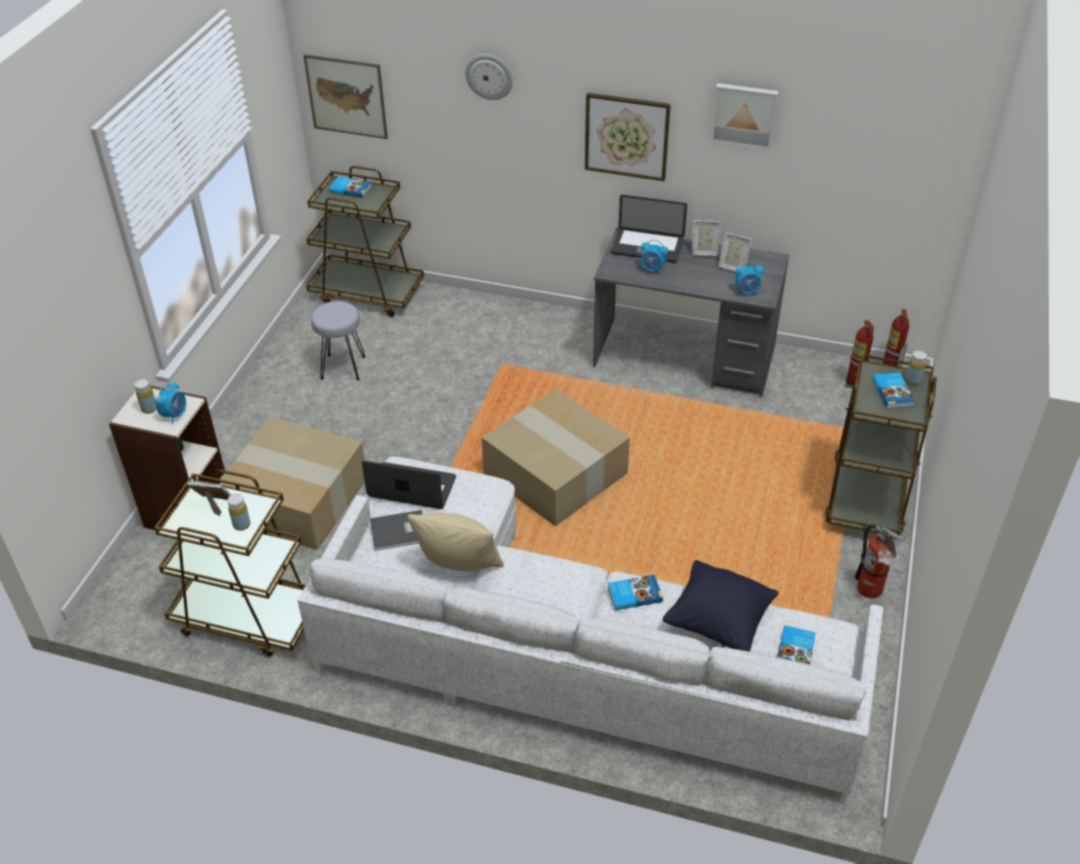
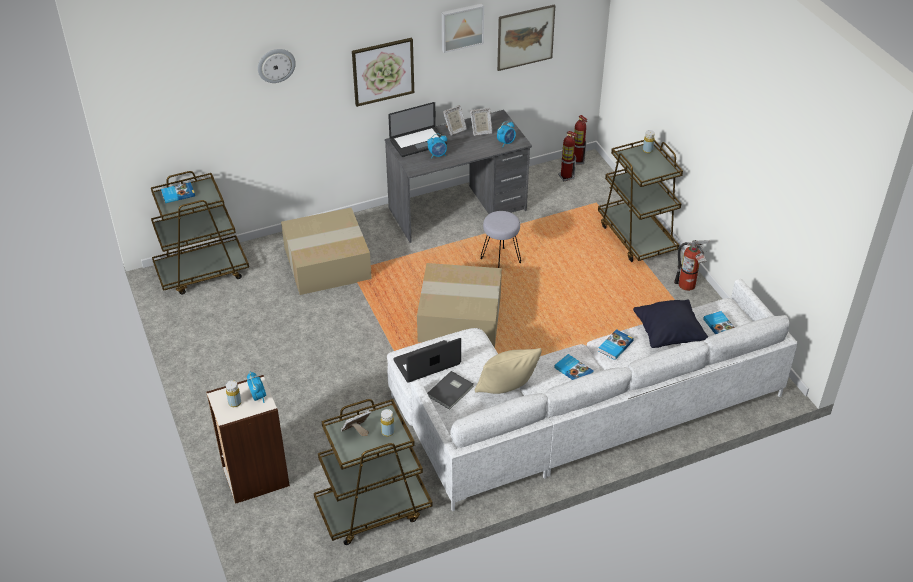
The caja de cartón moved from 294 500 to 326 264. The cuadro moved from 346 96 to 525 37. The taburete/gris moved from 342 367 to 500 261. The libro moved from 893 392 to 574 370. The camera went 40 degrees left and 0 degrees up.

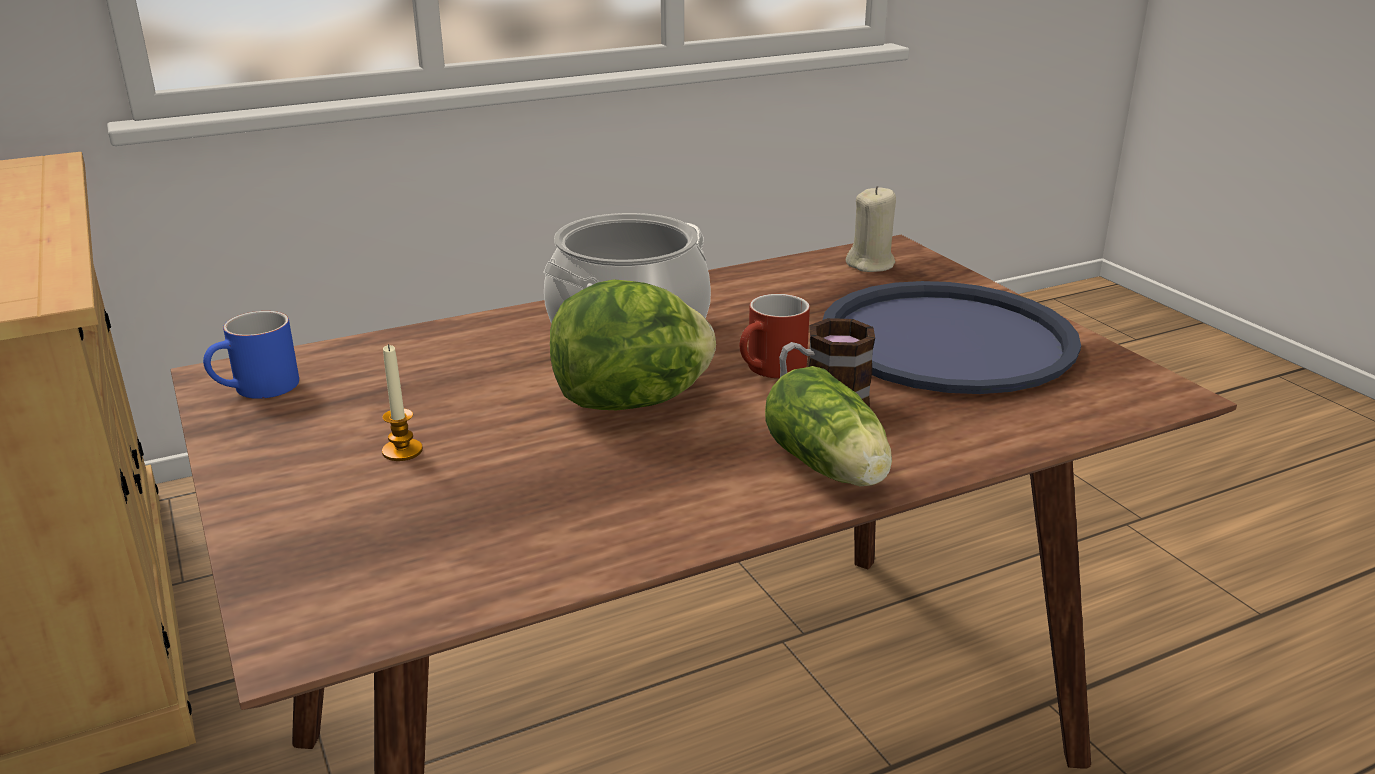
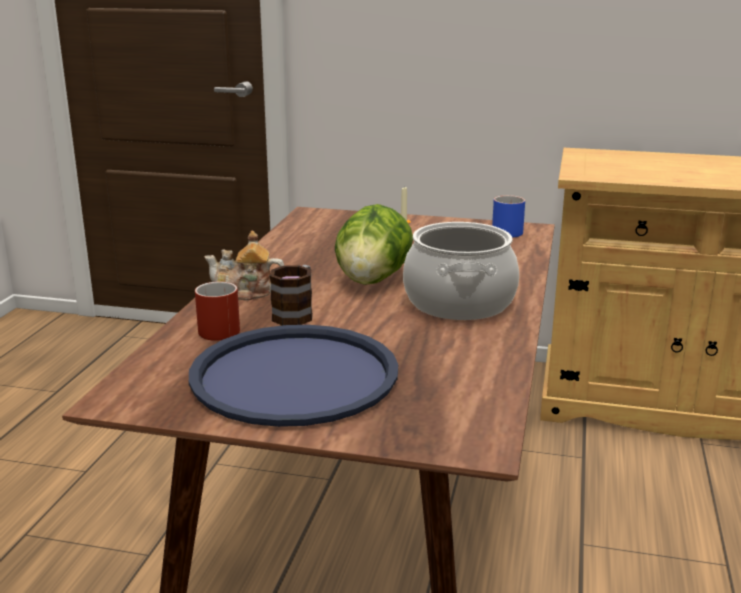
The taza grande/rojo moved from 770 370 to 218 328. The lechuga at 829 469 was replaced by the tetera at 245 292. The vela/beis at 871 264 disappeared. The camera went 130 degrees right and 5 degrees down.

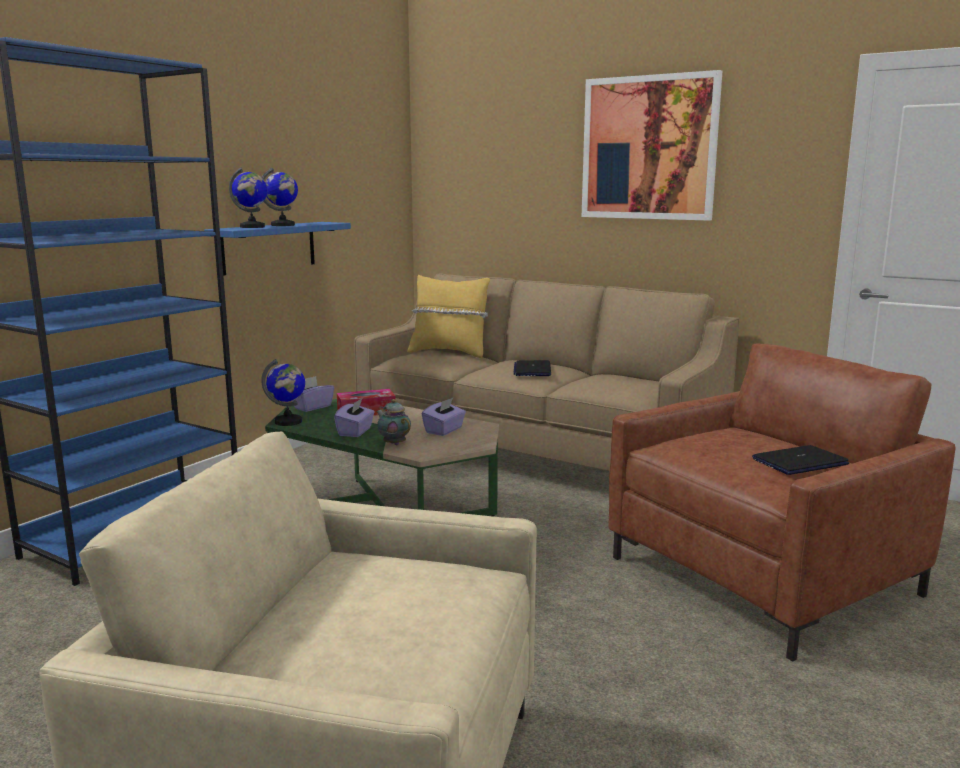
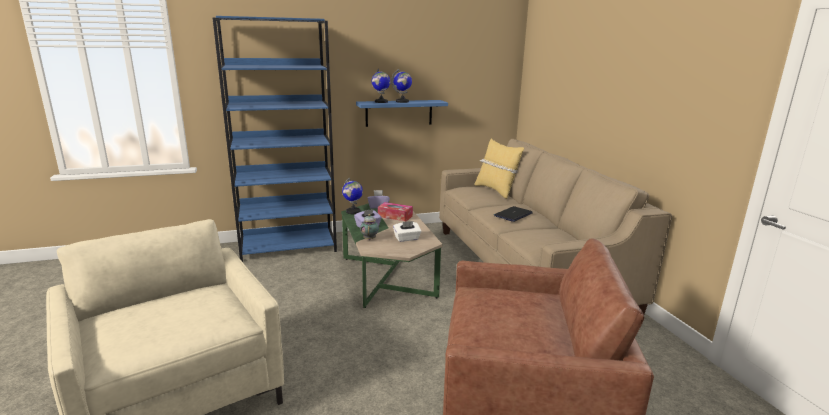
The caja de pañuelos/morado at 444 430 became the caja de pañuelos/blanco at 407 239. The cuadro at 648 148 disappeared. The portátil at 799 462 disappeared. The camera went 40 degrees right and 5 degrees up.

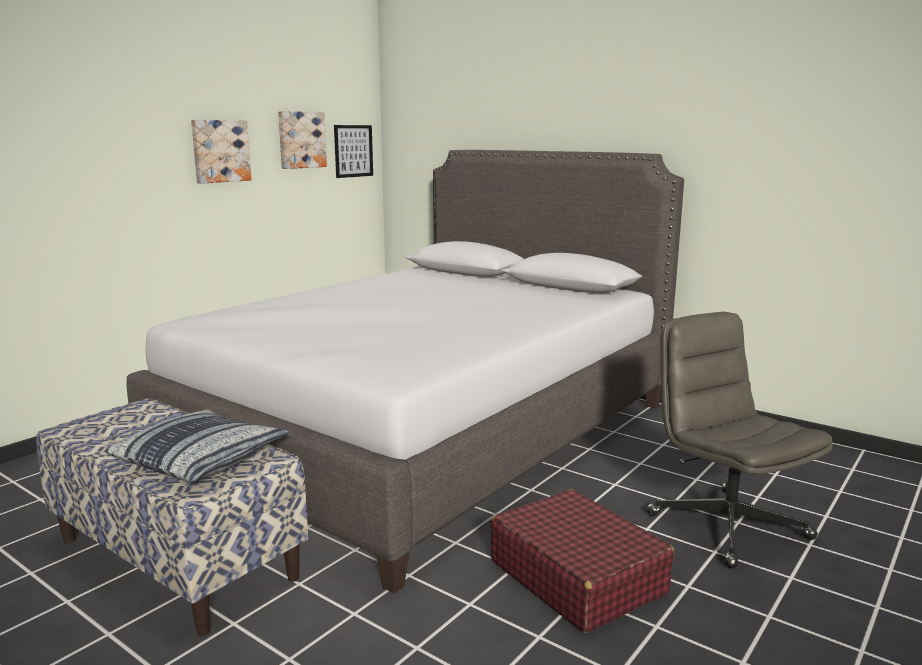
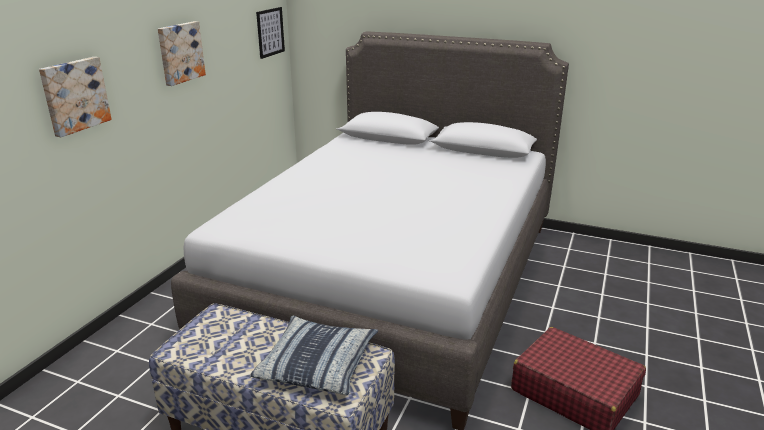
The cuadro moved from 301 140 to 74 95. The silla de oficina/gris at 726 525 disappeared. The camera went 15 degrees left and 10 degrees up.

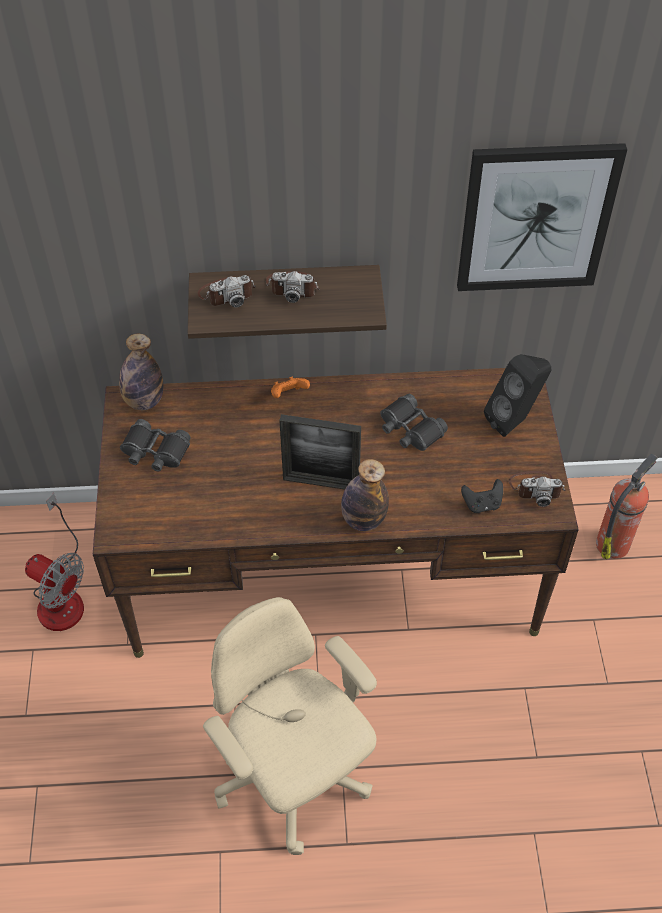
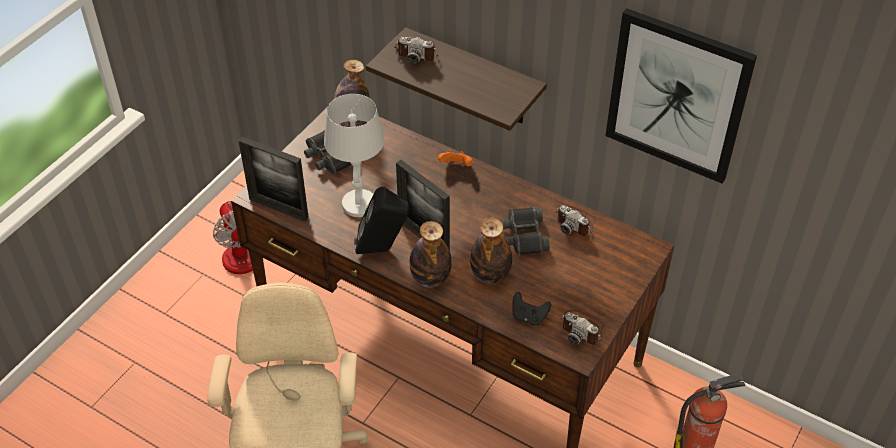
The cámara moved from 292 287 to 576 222. The altavoz/negro moved from 514 420 to 383 249. The portarretratos at 278 208 appeared. The lámpara de mesa/blanco at 359 204 appeared. The botella at 490 275 appeared. The camera went 35 degrees right and 5 degrees down.

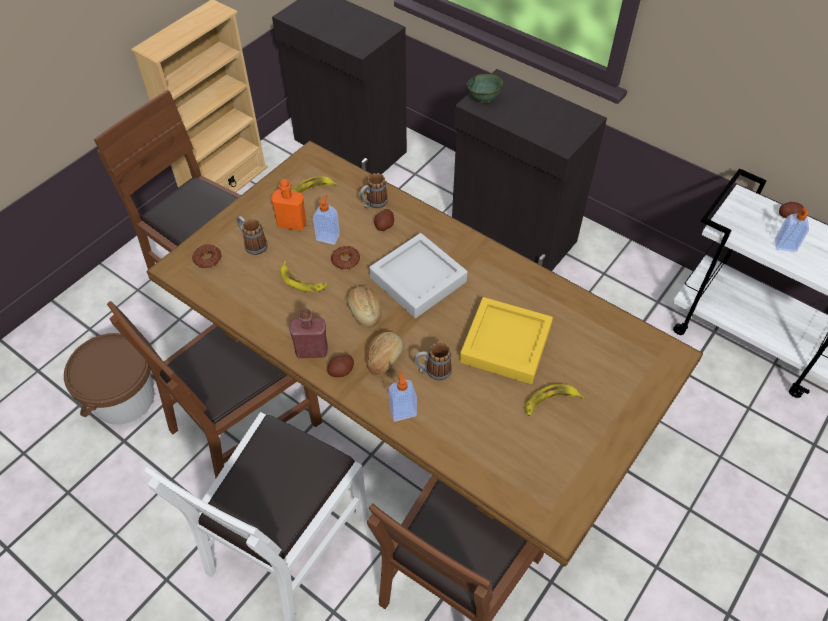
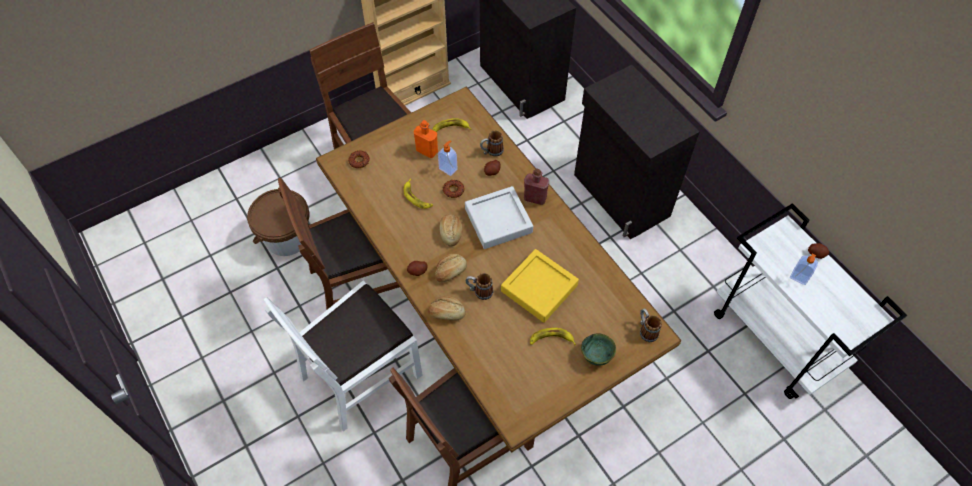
The taza grande moved from 252 244 to 646 330. The botella/rojo moved from 311 351 to 535 198. The dispensador de jabón at 402 411 was replaced by the pan at 447 313. The cuenco/verde moved from 483 99 to 596 357. The camera went 20 degrees right and 5 degrees up.

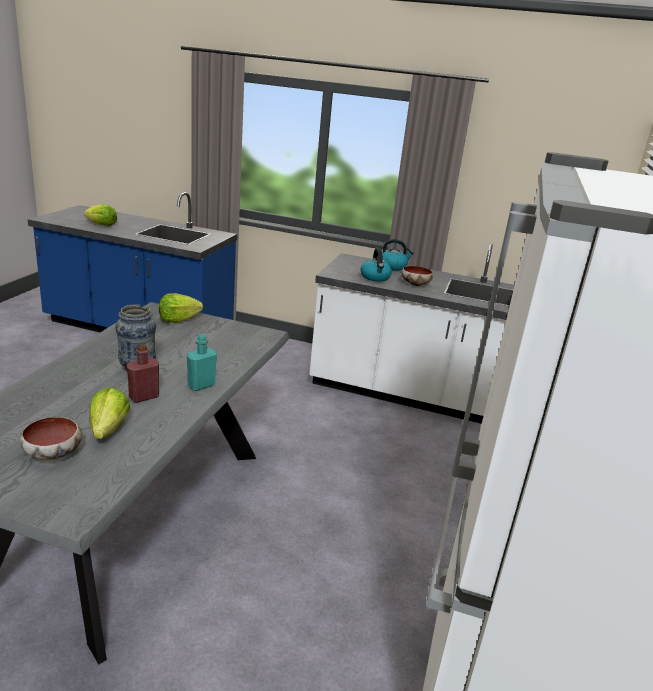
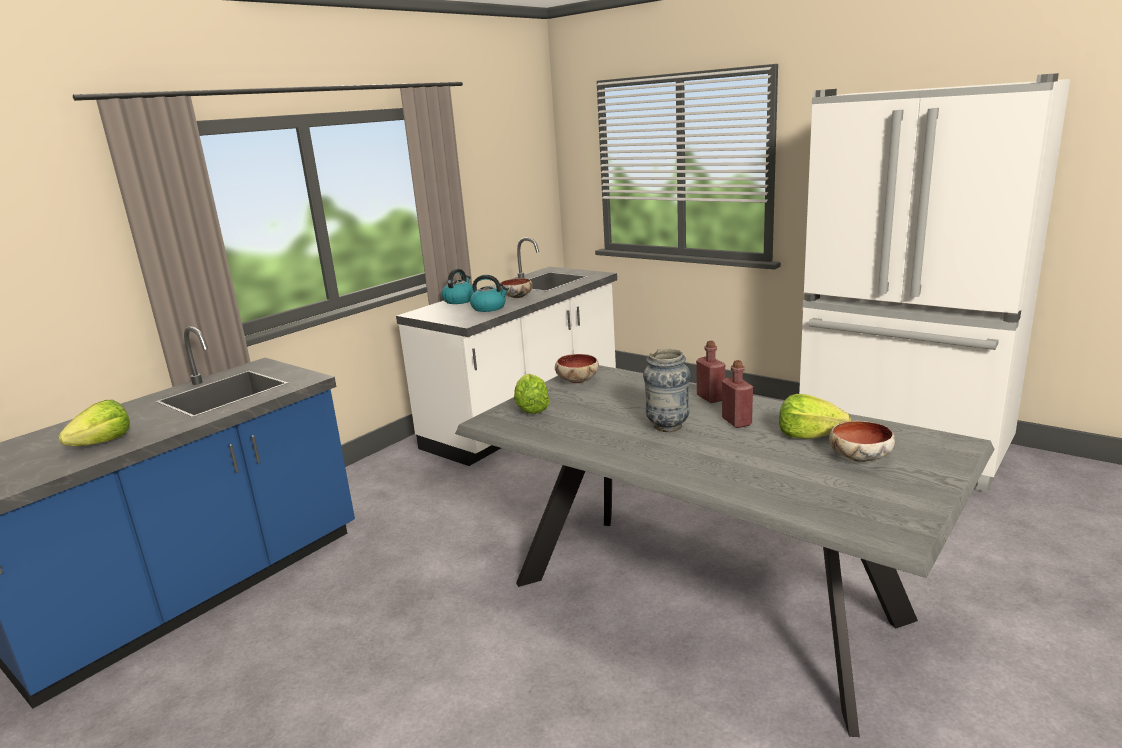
The botella/turquesa at 201 385 became the botella/rojo at 710 398. The cuenco at 577 380 appeared. The camera went 65 degrees left and 5 degrees down.

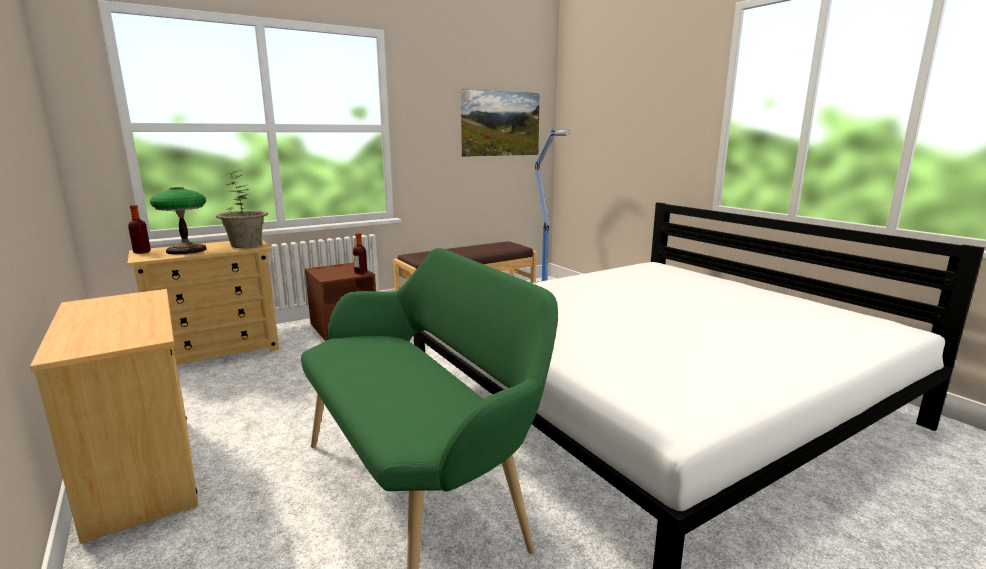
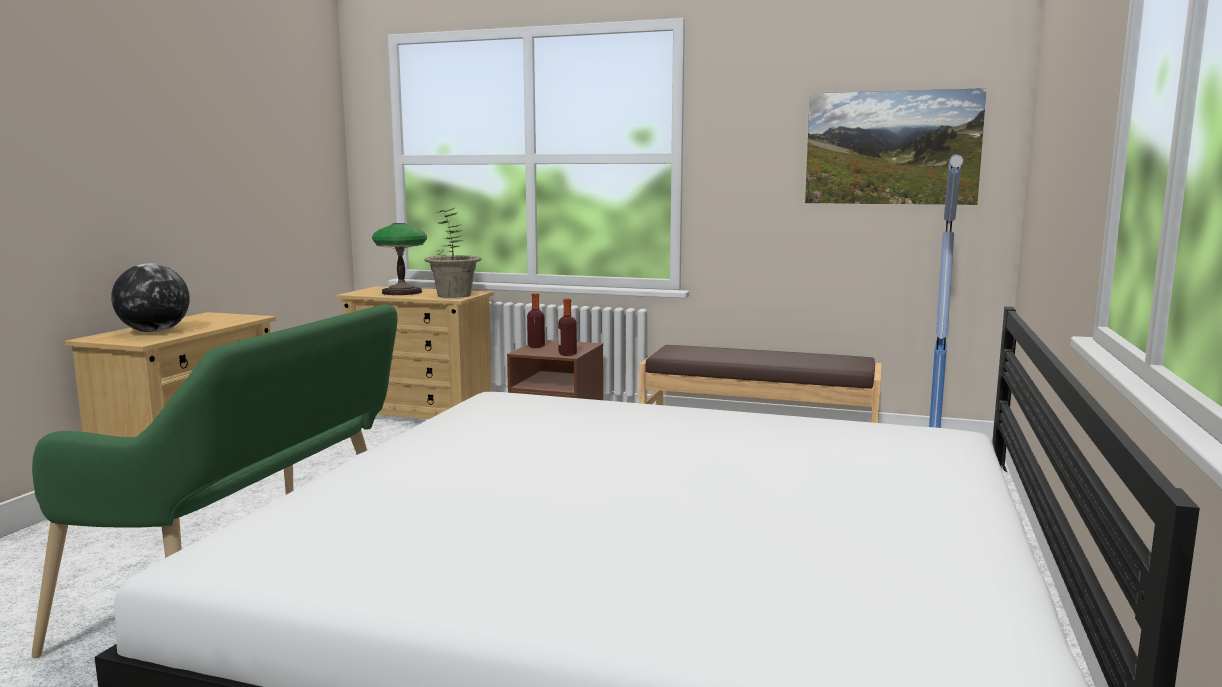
The botella moved from 142 252 to 536 346. The globo terráqueo at 154 332 appeared. The camera went 50 degrees right and 5 degrees down.

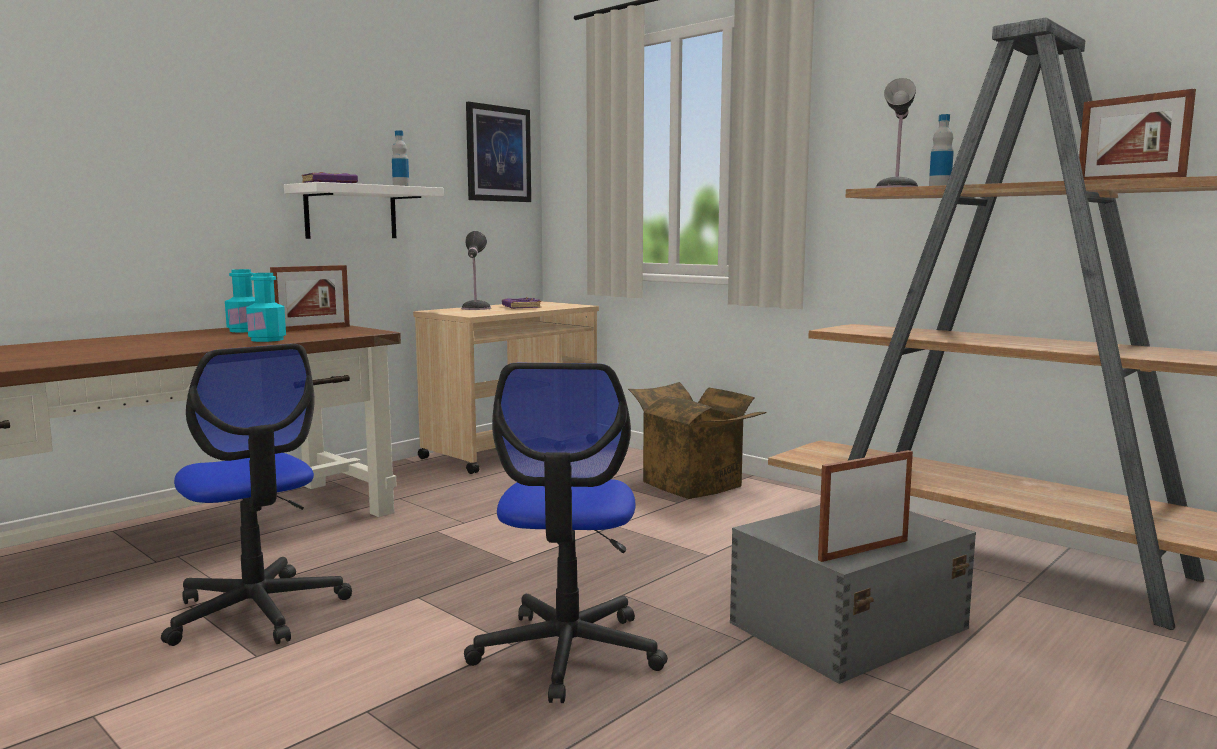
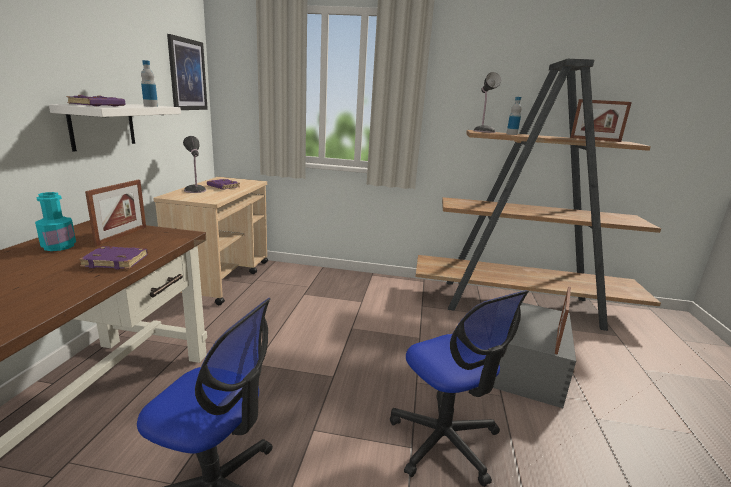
The botella/turquesa at 267 339 was replaced by the libro/morado at 116 261. The caja de cartón at 696 484 disappeared. The camera went 35 degrees left and 10 degrees up.

